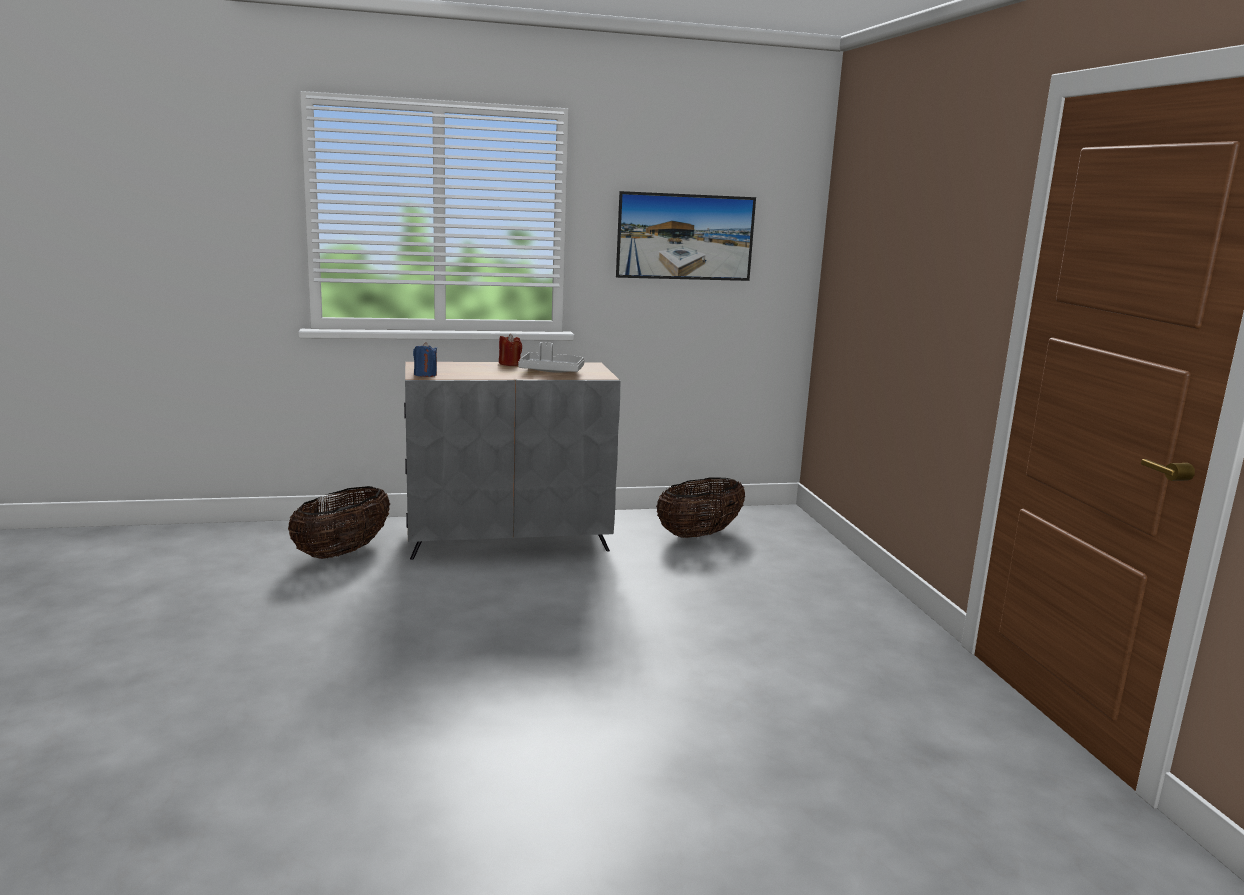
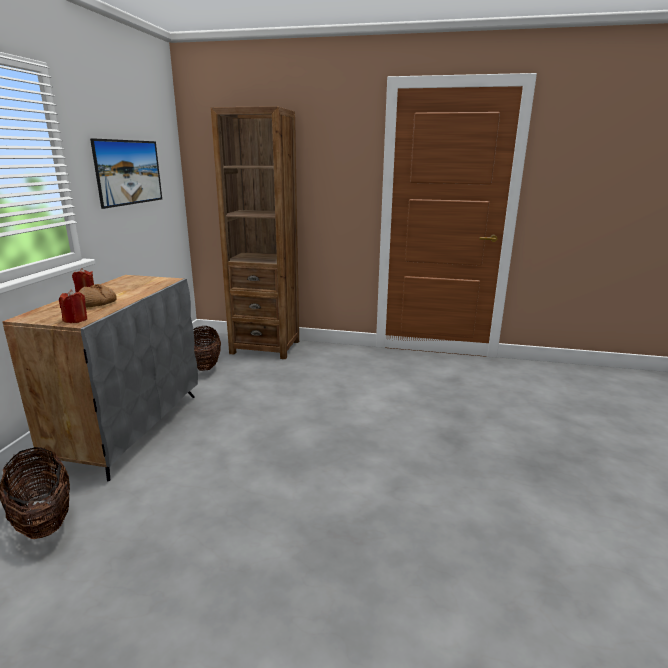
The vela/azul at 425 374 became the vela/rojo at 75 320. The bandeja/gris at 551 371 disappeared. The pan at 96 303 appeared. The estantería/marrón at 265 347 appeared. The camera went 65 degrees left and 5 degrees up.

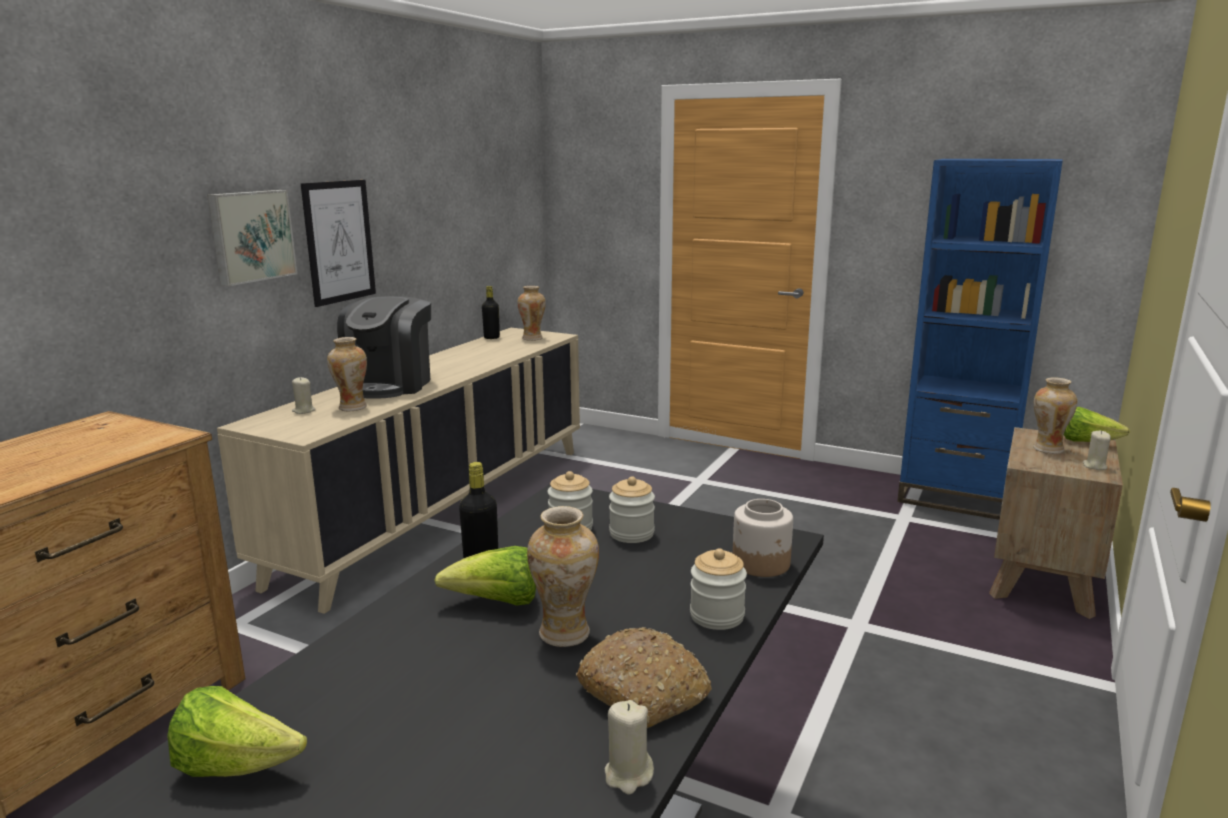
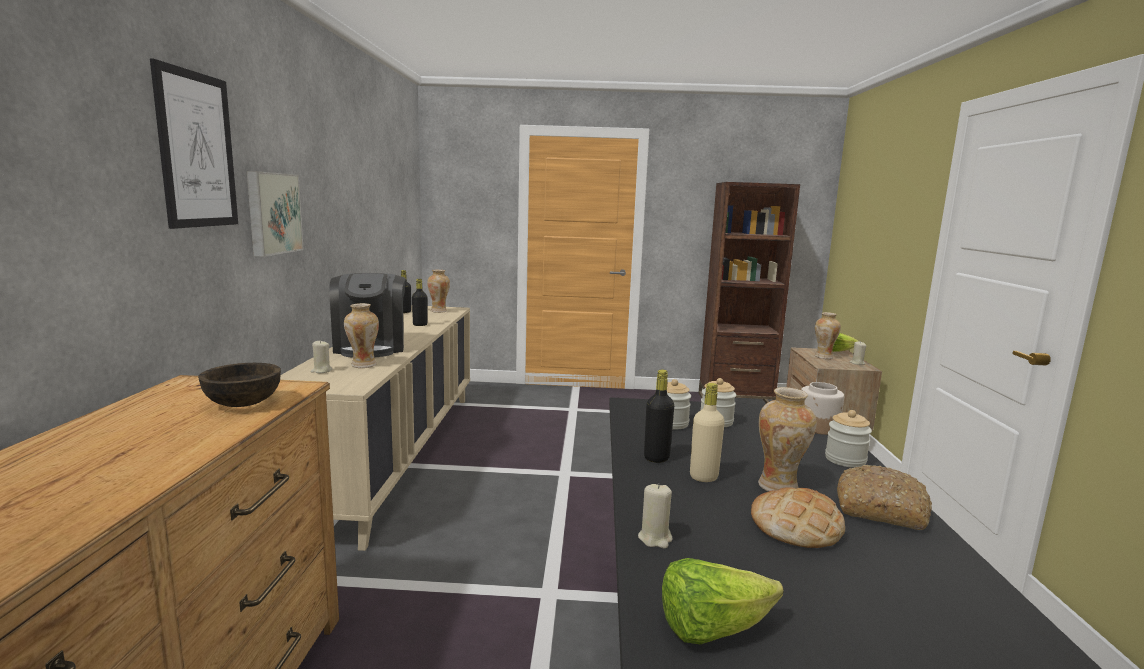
The cuadro moved from 339 241 to 197 150. The lechuga at 497 603 was replaced by the botella/beis at 703 477. The vela/beis moved from 628 775 to 655 538. The estantería/azul at 955 498 became the estantería/marrón at 735 401. The cuenco/marrón at 244 403 appeared. The botella/negro at 420 325 appeared. The pan at 796 526 appeared. The camera went 25 degrees left and 5 degrees down.

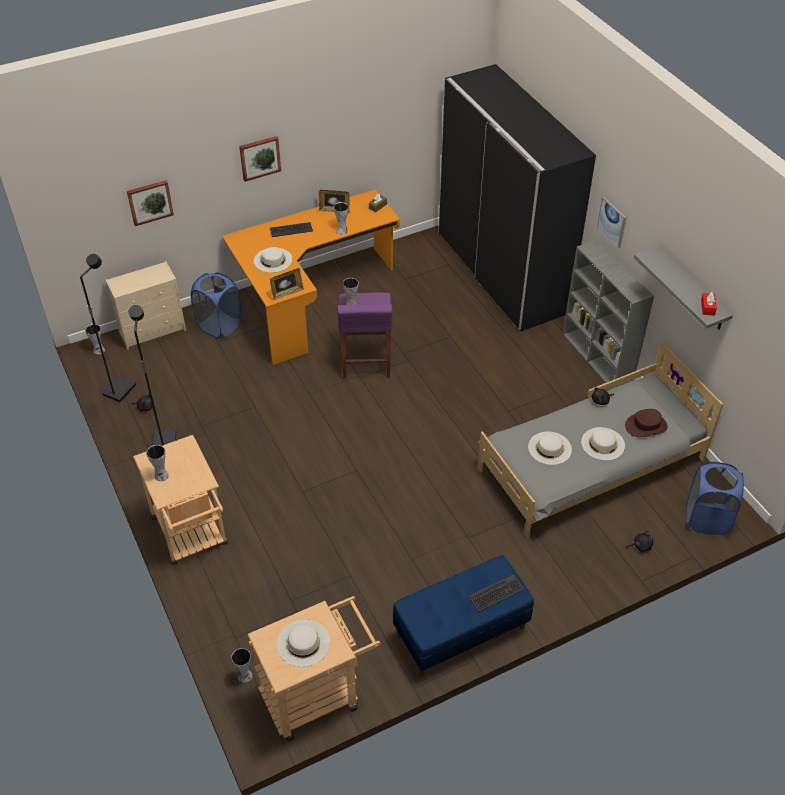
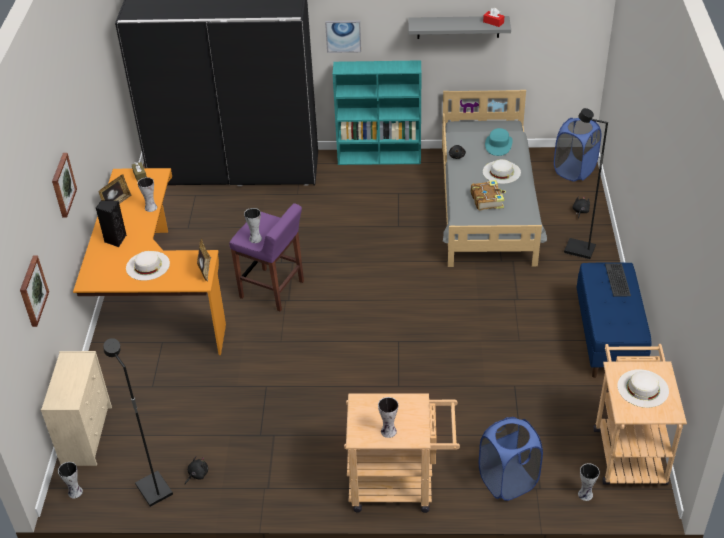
The lámpara de pie/negro moved from 164 443 to 579 250. The cesto de la ropa/azul moved from 219 326 to 507 481. The teclado at 291 229 was replaced by the altavoz/negro at 115 240. The sombrero/blanco at 549 448 was replaced by the libro at 487 199. The estantería/gris at 597 358 became the estantería/turquesa at 380 157. The sombrero/marrón at 646 426 became the sombrero/turquesa at 498 145. The camera went 60 degrees left and 5 degrees down.

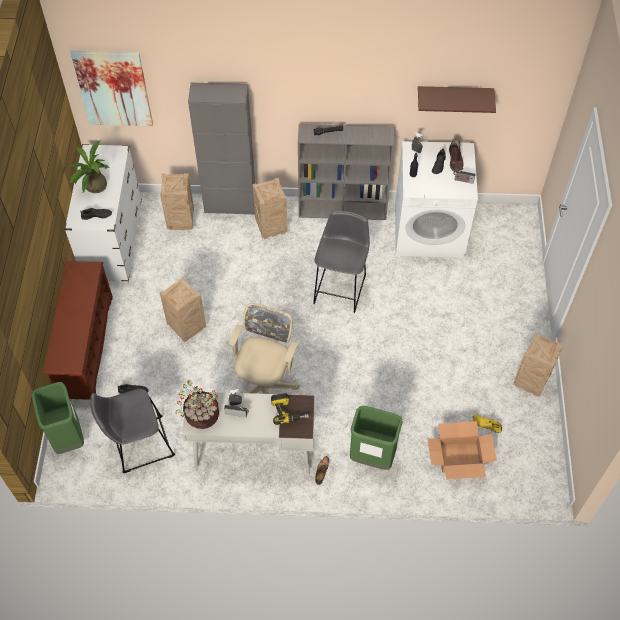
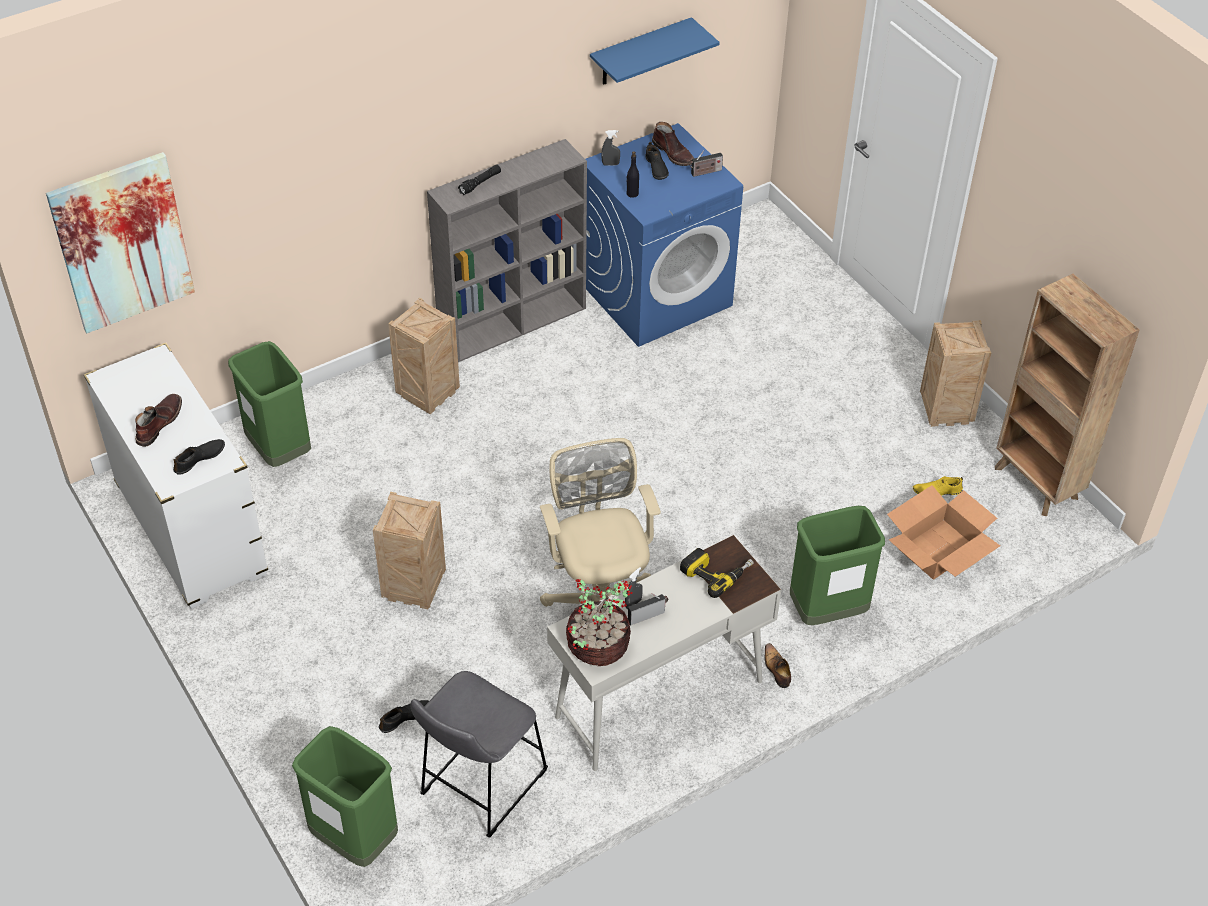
The zapatero/marrón at 85 346 disappeared. The planta en maceta at 93 187 was replaced by the bota/marrón at 158 423. The caja de embalaje at 181 221 was replaced by the papelera/verde at 280 451. The armario/gris at 230 205 disappeared. The taburete/gris at 341 286 disappeared. The lavadora/blanco at 429 230 became the lavadora/azul at 657 294. The estante/marrón at 454 96 became the estante/azul at 640 52. The estantería/marrón at 1037 484 appeared. The camera went 35 degrees left and 10 degrees down.

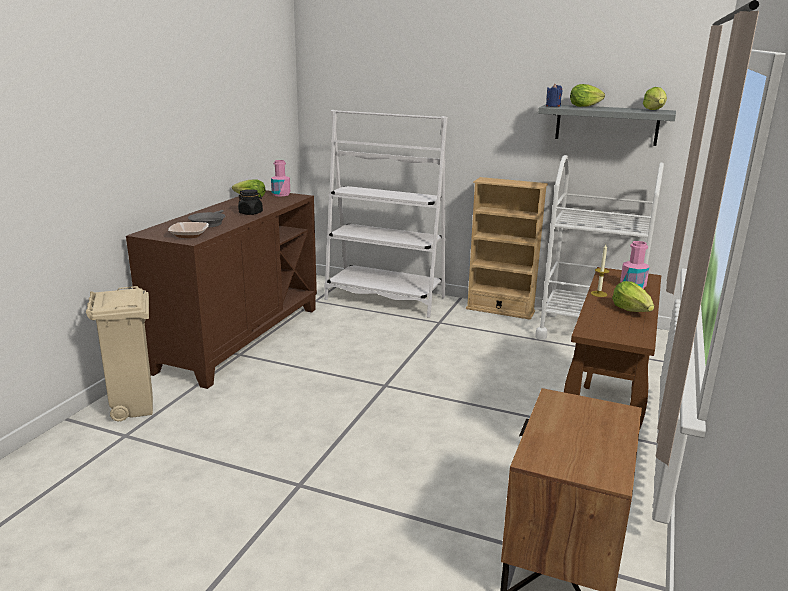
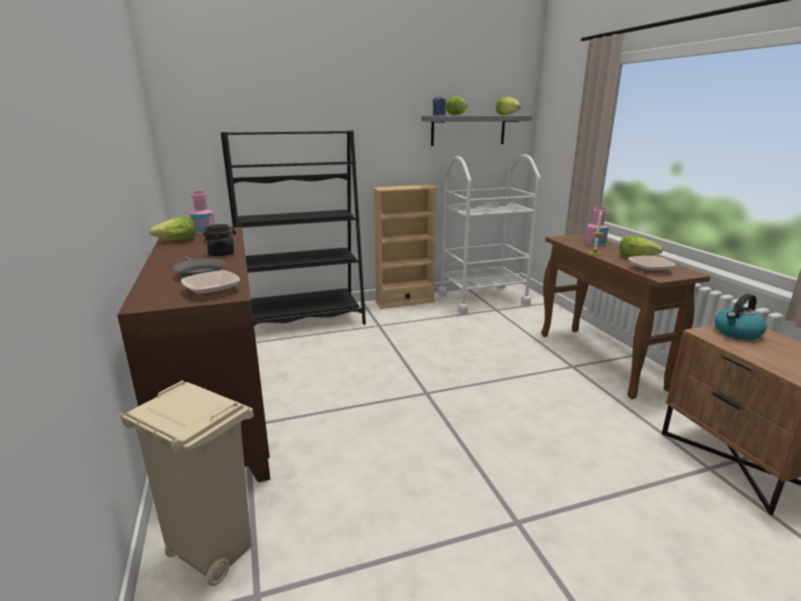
The estantería/blanco at 385 299 became the estantería/negro at 304 321. The cuenco at 649 269 appeared. The hervidor at 737 333 appeared. The camera went 40 degrees left and 0 degrees up.

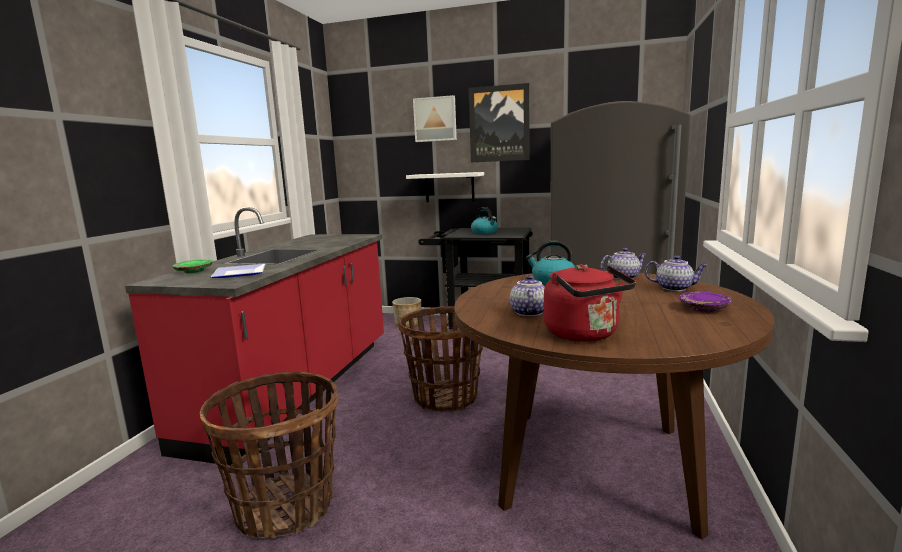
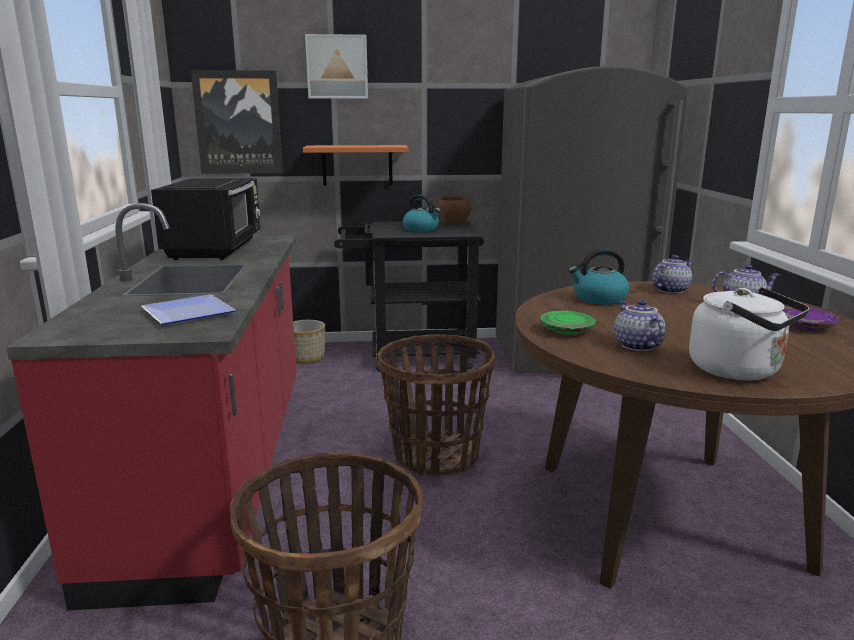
The plato/verde moved from 194 271 to 567 331. The estante/blanco at 449 187 became the estante/naranja at 357 165. The cuadro moved from 499 124 to 238 123. The hervidor/rojo at 585 335 became the hervidor/blanco at 739 371. The microondas/negro at 216 249 appeared. The cuenco/marrón at 454 222 appeared. The camera went 20 degrees left and 5 degrees up.

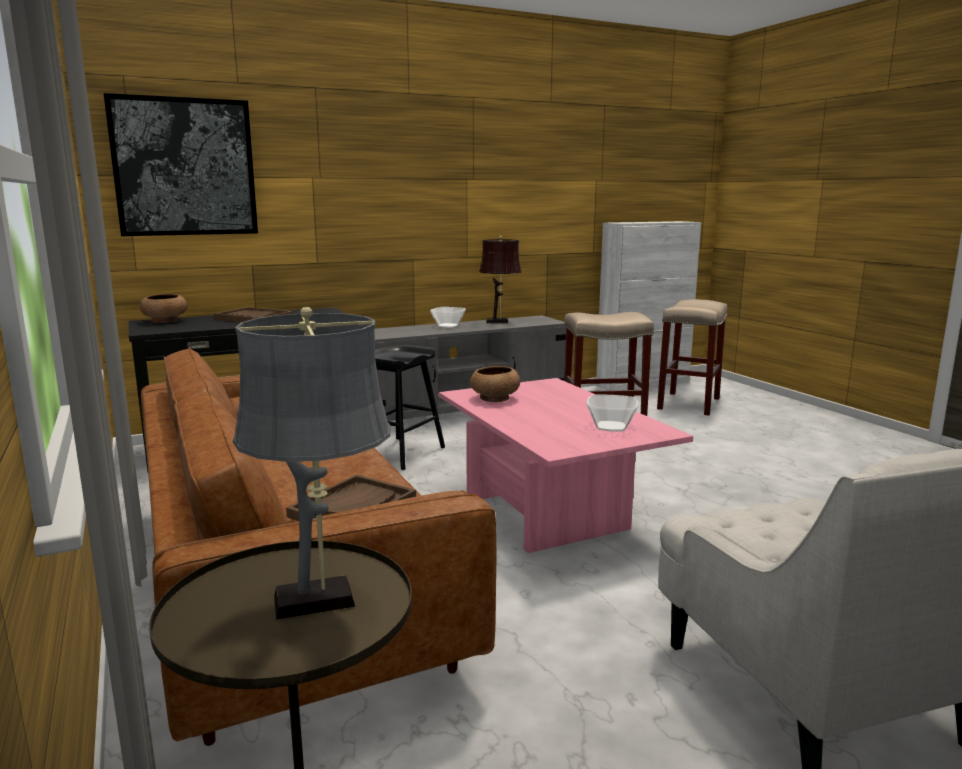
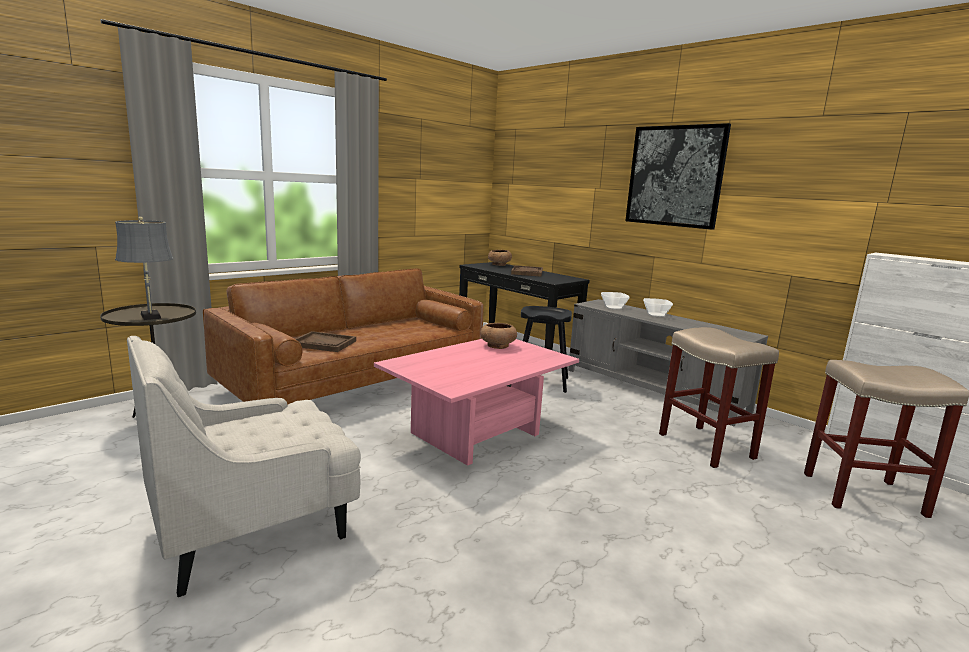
The cuadro moved from 184 167 to 675 176. The lámpara de mesa/marrón at 499 322 disappeared. The cuenco moved from 611 427 to 613 307. The camera went 70 degrees right and 0 degrees up.

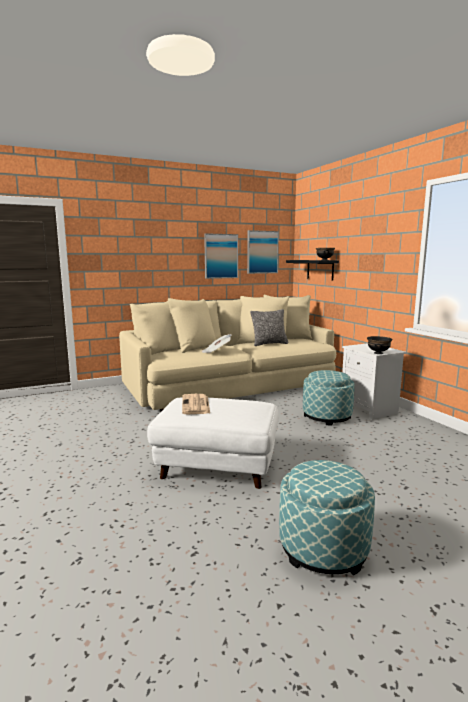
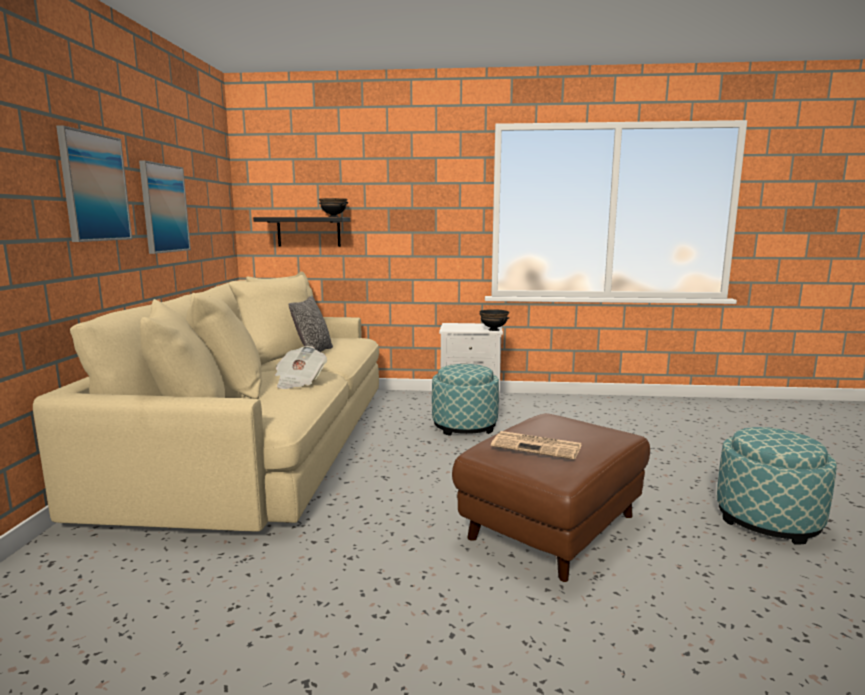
The puf/blanco at 217 465 became the puf/marrón at 551 526. The cuadro moved from 262 252 to 94 187. The camera went 60 degrees left and 0 degrees up.

